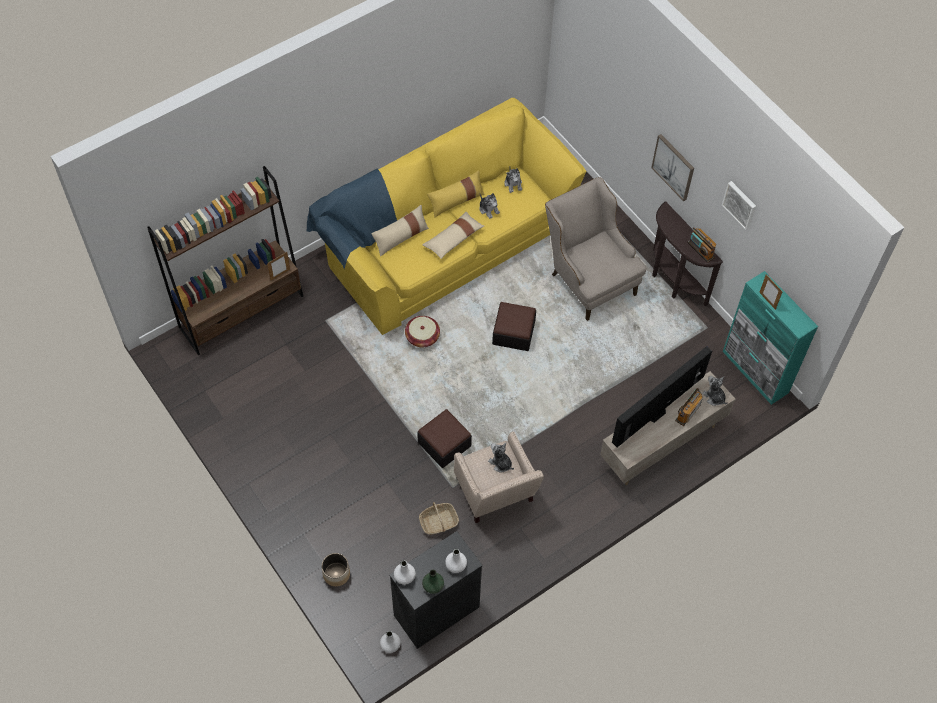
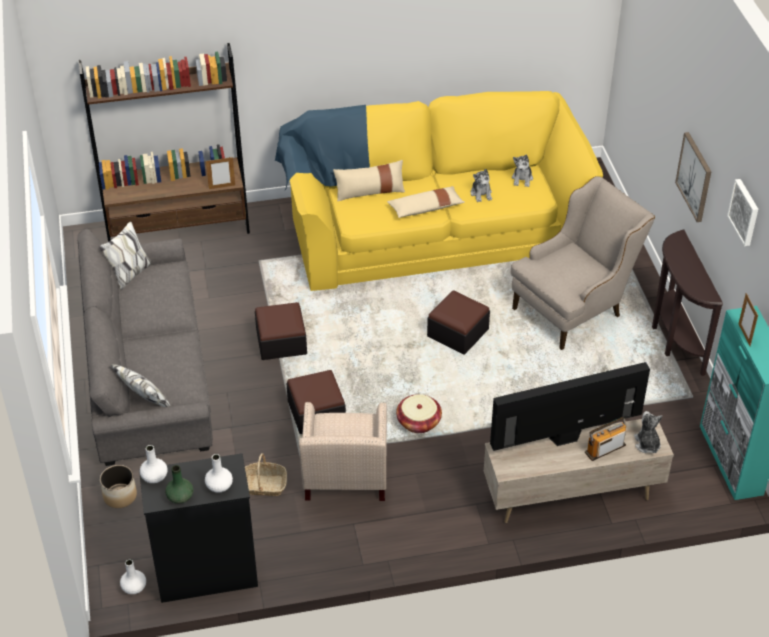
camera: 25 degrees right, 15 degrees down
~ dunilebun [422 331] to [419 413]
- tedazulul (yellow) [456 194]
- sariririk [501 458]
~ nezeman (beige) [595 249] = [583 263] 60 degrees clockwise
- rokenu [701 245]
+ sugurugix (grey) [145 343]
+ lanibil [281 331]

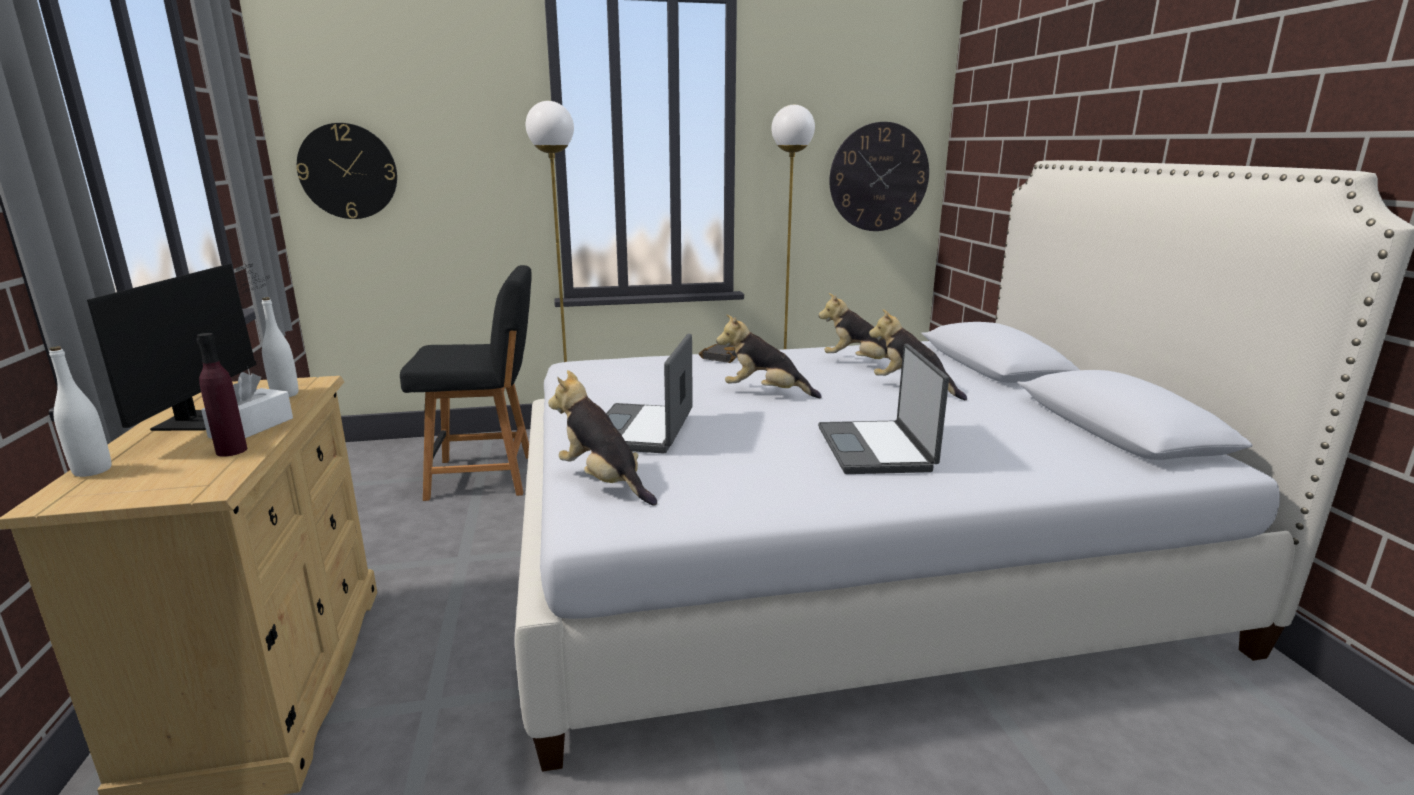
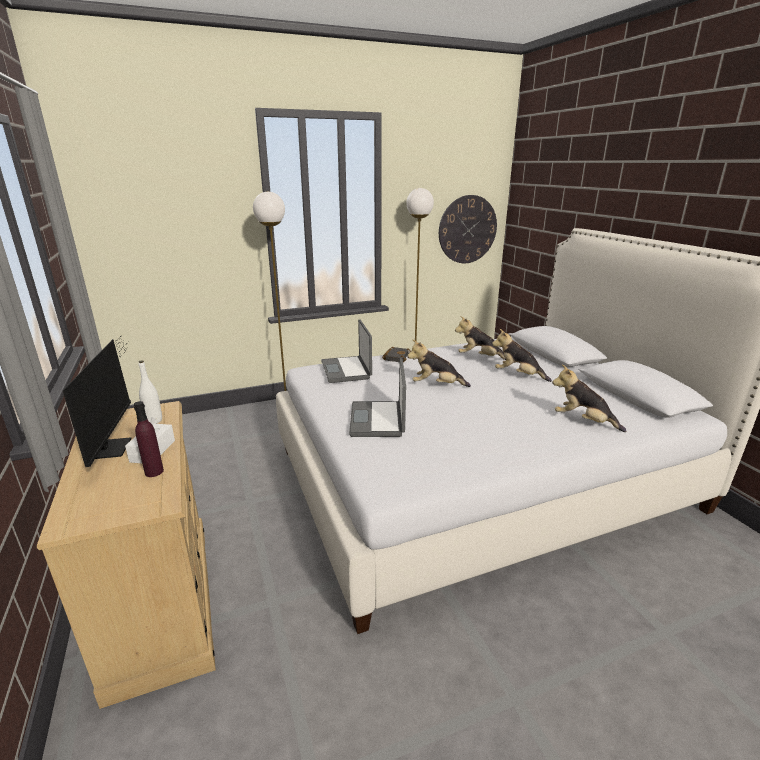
camera: 10 degrees left, 5 degrees up
- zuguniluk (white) [80 411]
- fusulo [346 171]
- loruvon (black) [466 383]
~ sariririk [602 438] to [589 398]
~ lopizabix [883 409] to [346 351]

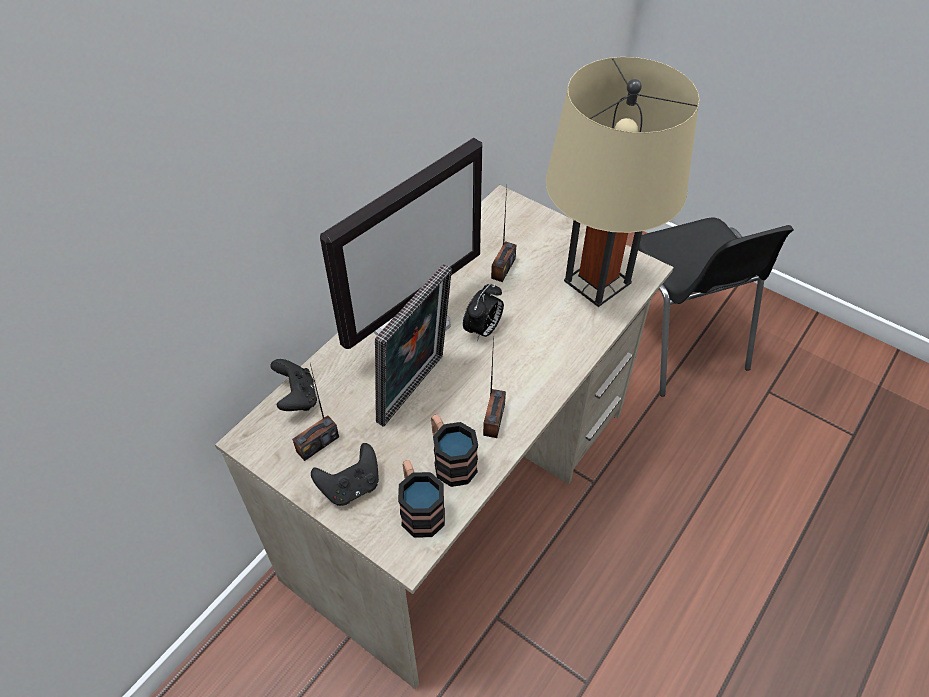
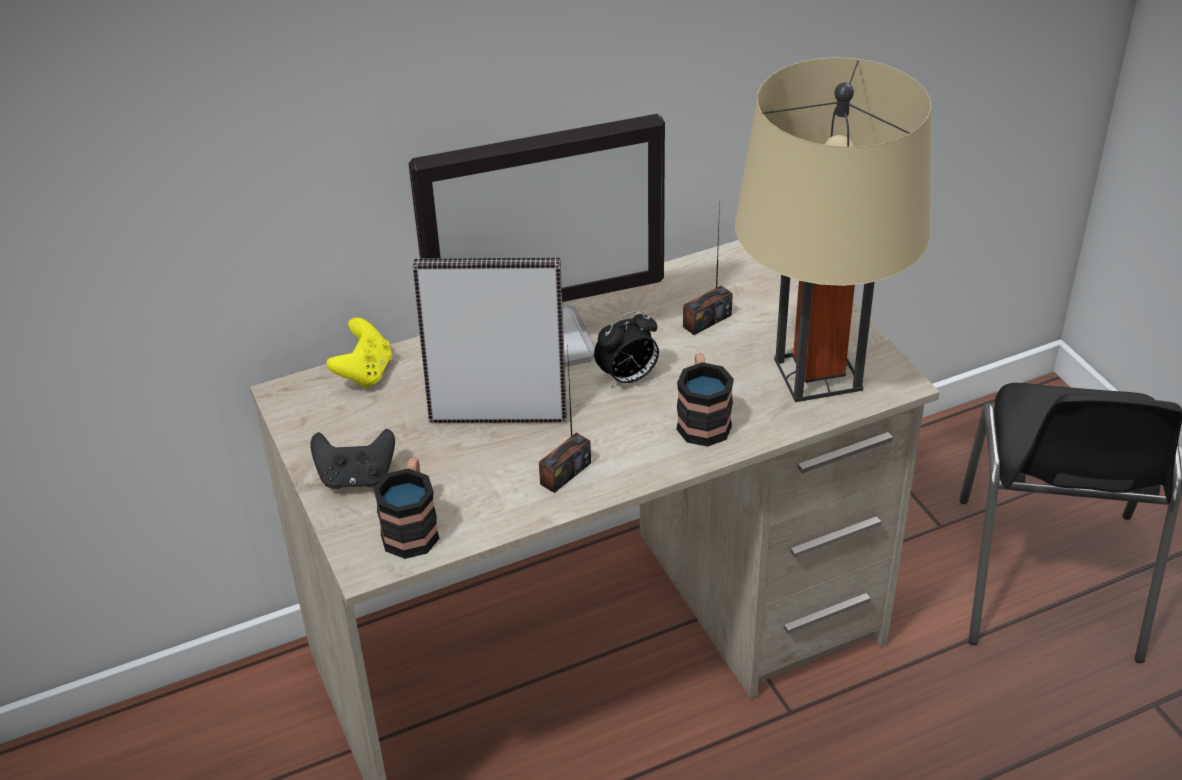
camera: 30 degrees right, 10 degrees down
~ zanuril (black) [293 385] to zanuril (yellow) [359 353]
- rokenu [315 412]
~ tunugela [413 345] = [490 340] 150 degrees counterclockwise
~ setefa [454 450] to [705 400]

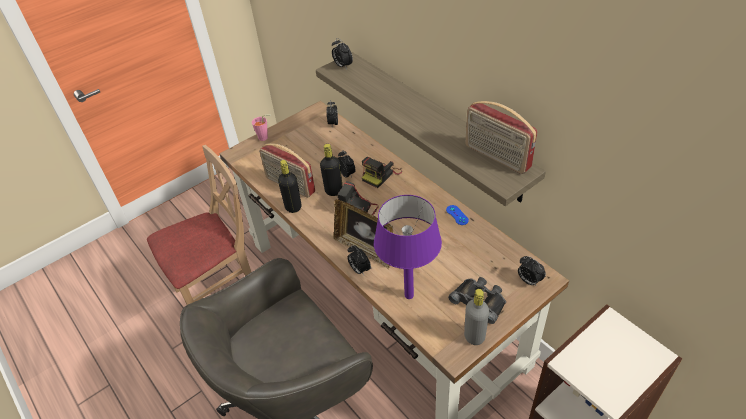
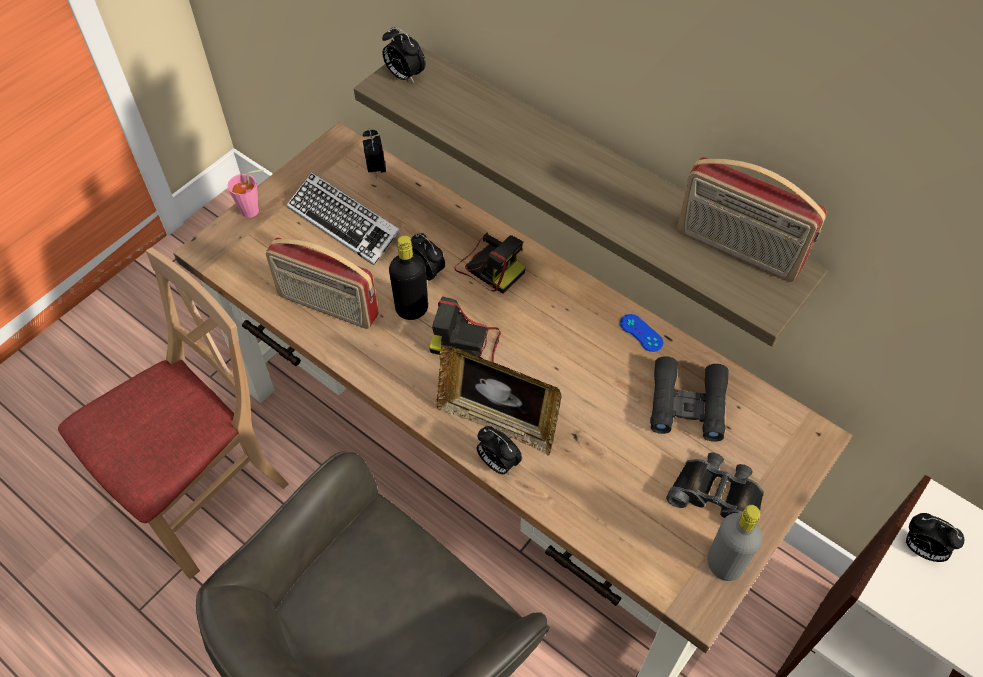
camera: 15 degrees left, 10 degrees up
- zuguniluk (black) [289 186]
~ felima [382 172] = [490 263] 75 degrees counterclockwise
- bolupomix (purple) [408 247]
~ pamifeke [532 271] to [934 537]
+ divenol [343 218]
+ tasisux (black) [689 399]

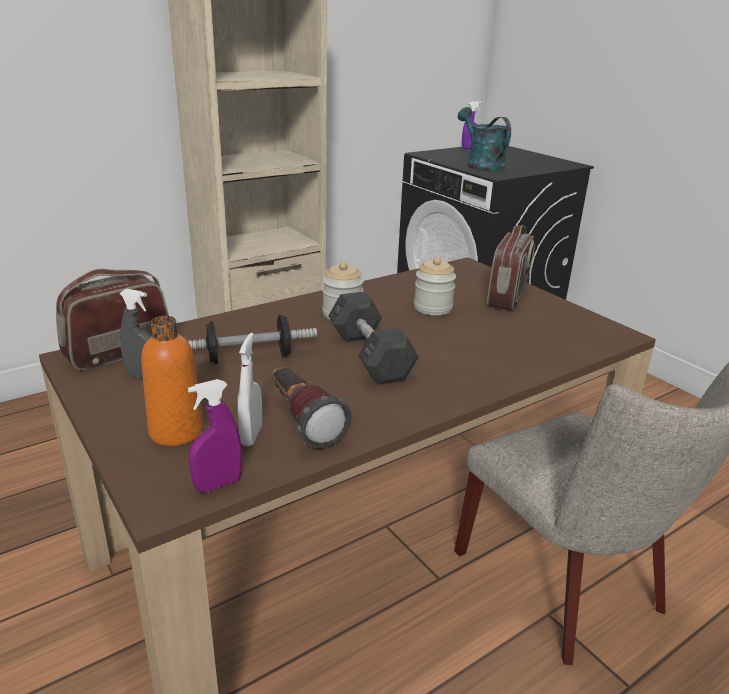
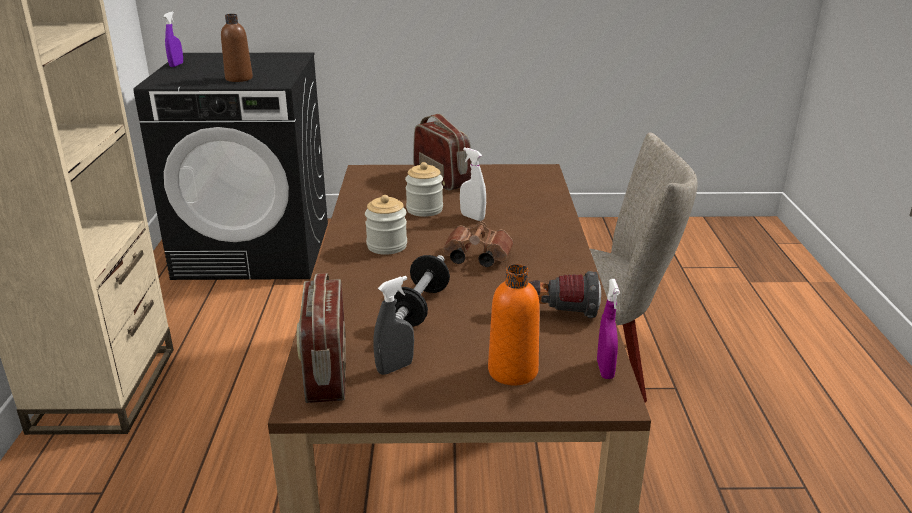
camera: 55 degrees left, 0 degrees up
~ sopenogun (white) [250 389] to [473 184]
~ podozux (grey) [373 338] to tasisux (brown) [478 244]
~ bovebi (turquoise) [484 139] to zuguniluk (brown) [237 48]

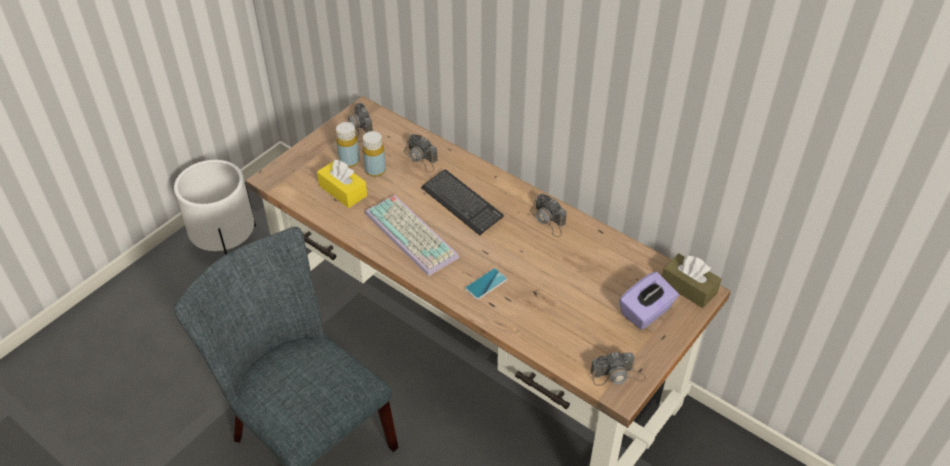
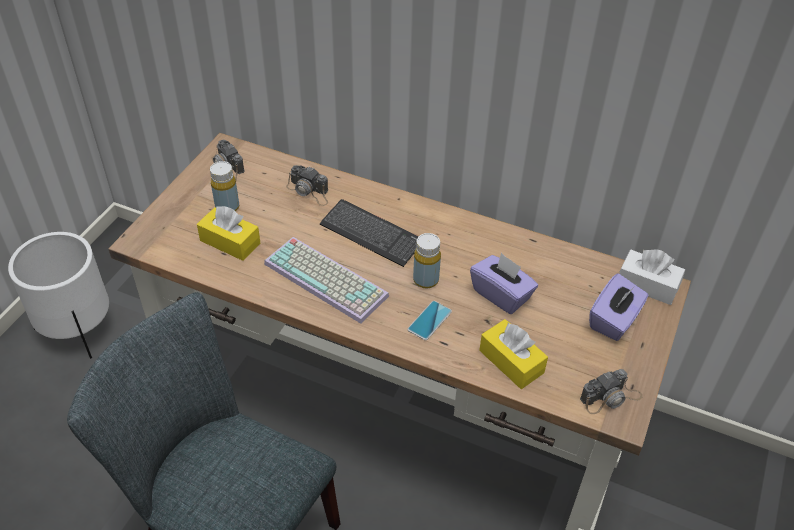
camera: 15 degrees left, 0 degrees up
~ zuguniluk (yellow) [374 154] to [427 261]
- felima [548 215]
~ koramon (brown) [692 280] to koramon (white) [652 277]
+ koramon (purple) [504 283]
+ koramon (yellow) [513 354]

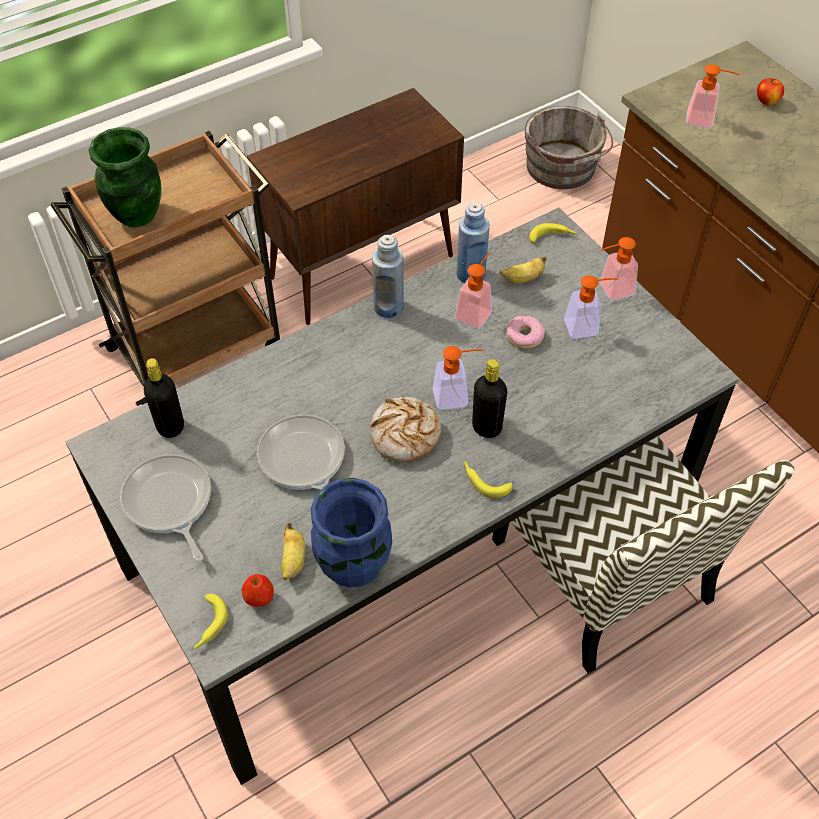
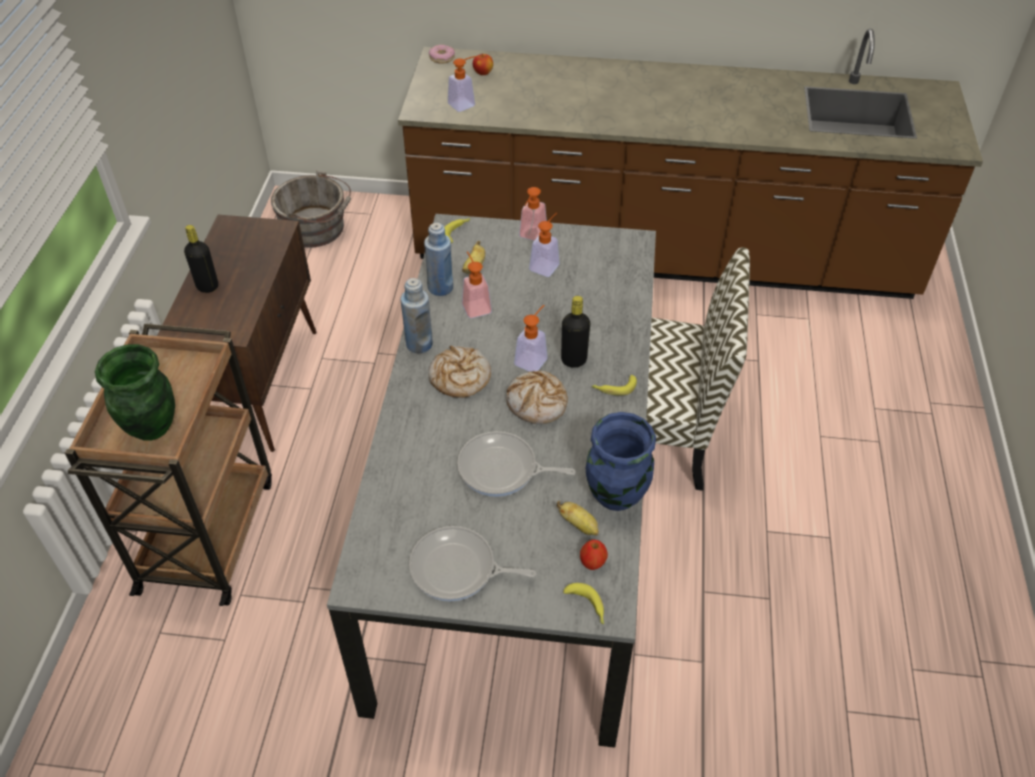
camera: 50 degrees left, 5 degrees down
~ zuguniluk (black) [164 398] to [201 259]
~ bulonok [525 332] to [442 54]
+ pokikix [459 372]

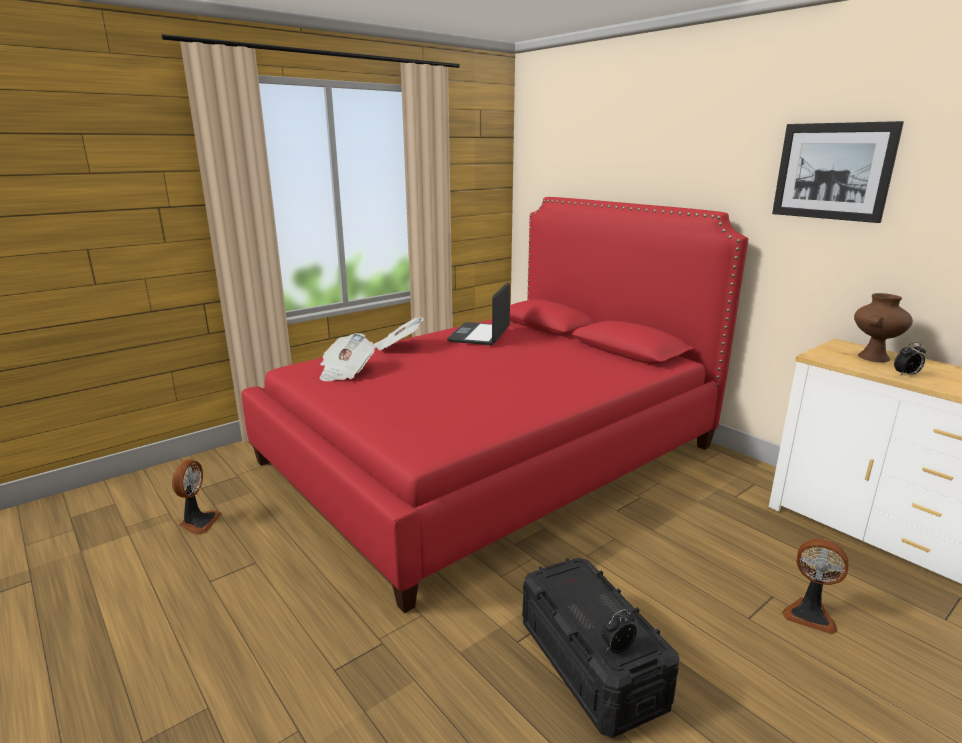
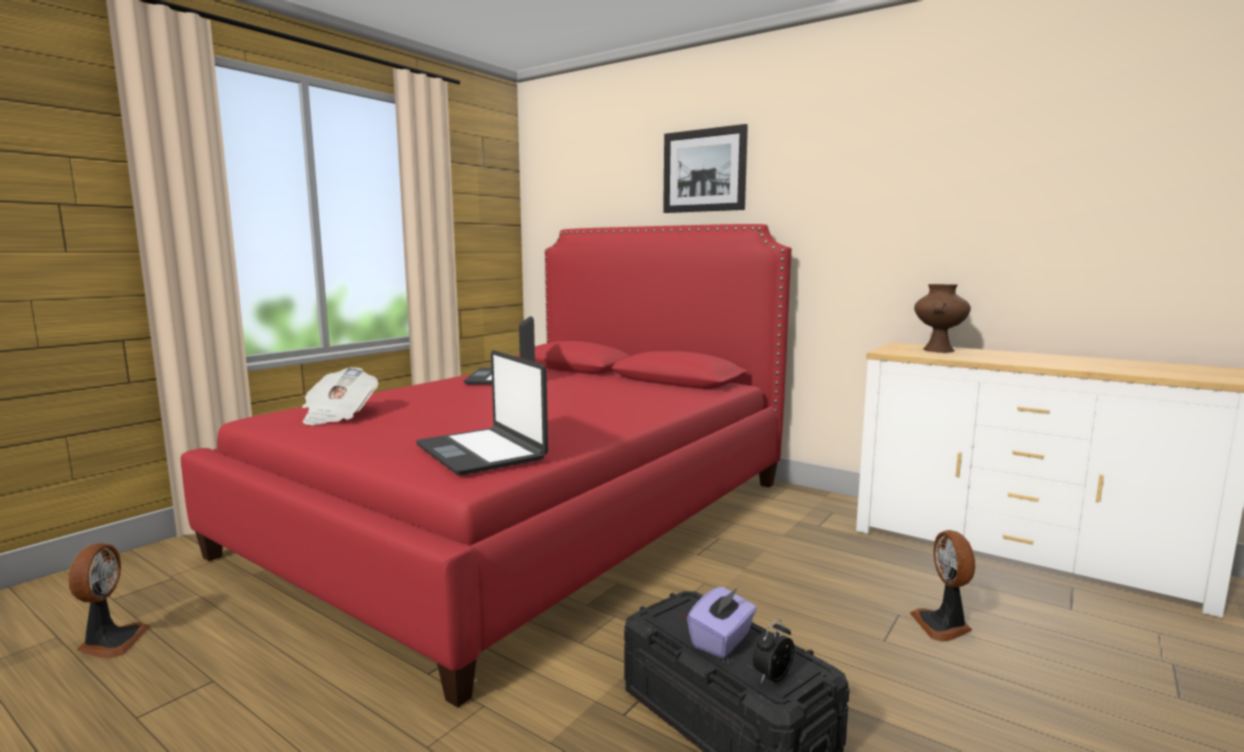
camera: 15 degrees left, 10 degrees down
- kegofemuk [399 334]
~ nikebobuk [838 172] to [705 168]
~ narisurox [815 586] = [942 586] 75 degrees clockwise
- pamifeke [910 359]
+ lopizabix [482 412]
+ koramon (purple) [722 622]

